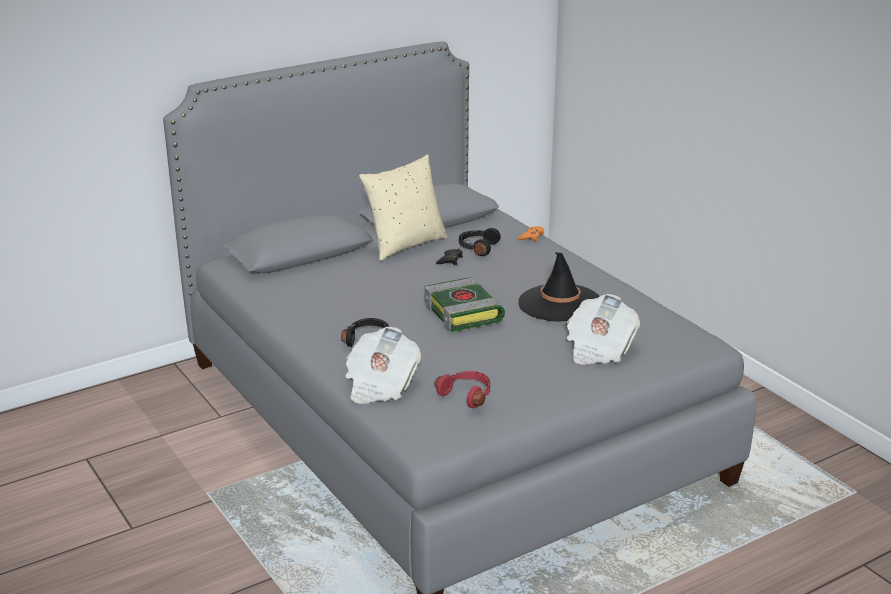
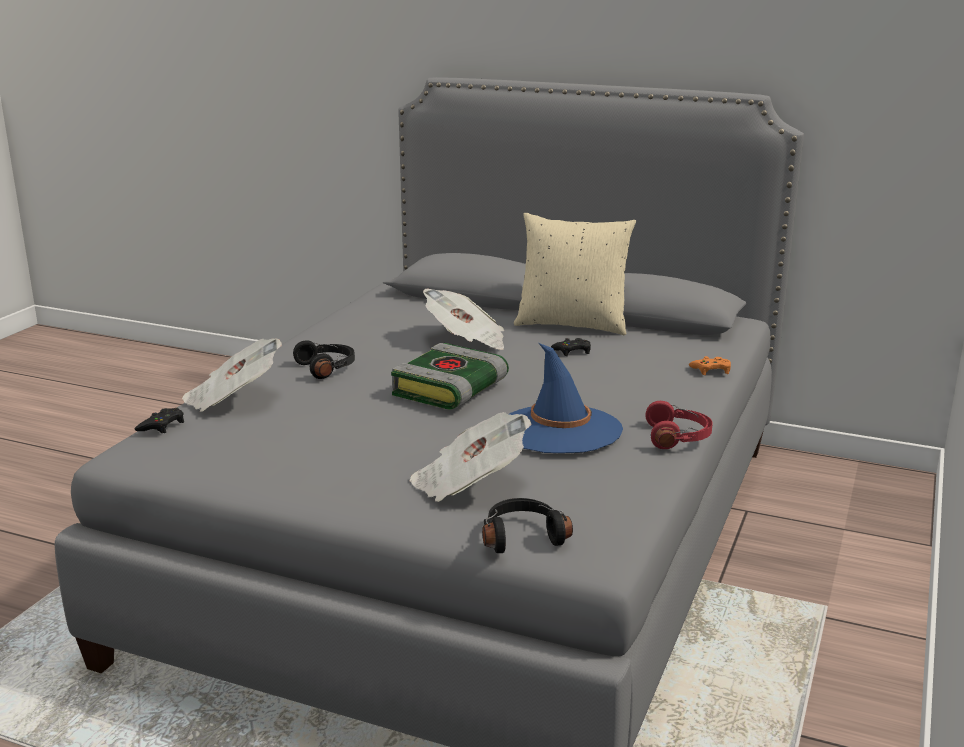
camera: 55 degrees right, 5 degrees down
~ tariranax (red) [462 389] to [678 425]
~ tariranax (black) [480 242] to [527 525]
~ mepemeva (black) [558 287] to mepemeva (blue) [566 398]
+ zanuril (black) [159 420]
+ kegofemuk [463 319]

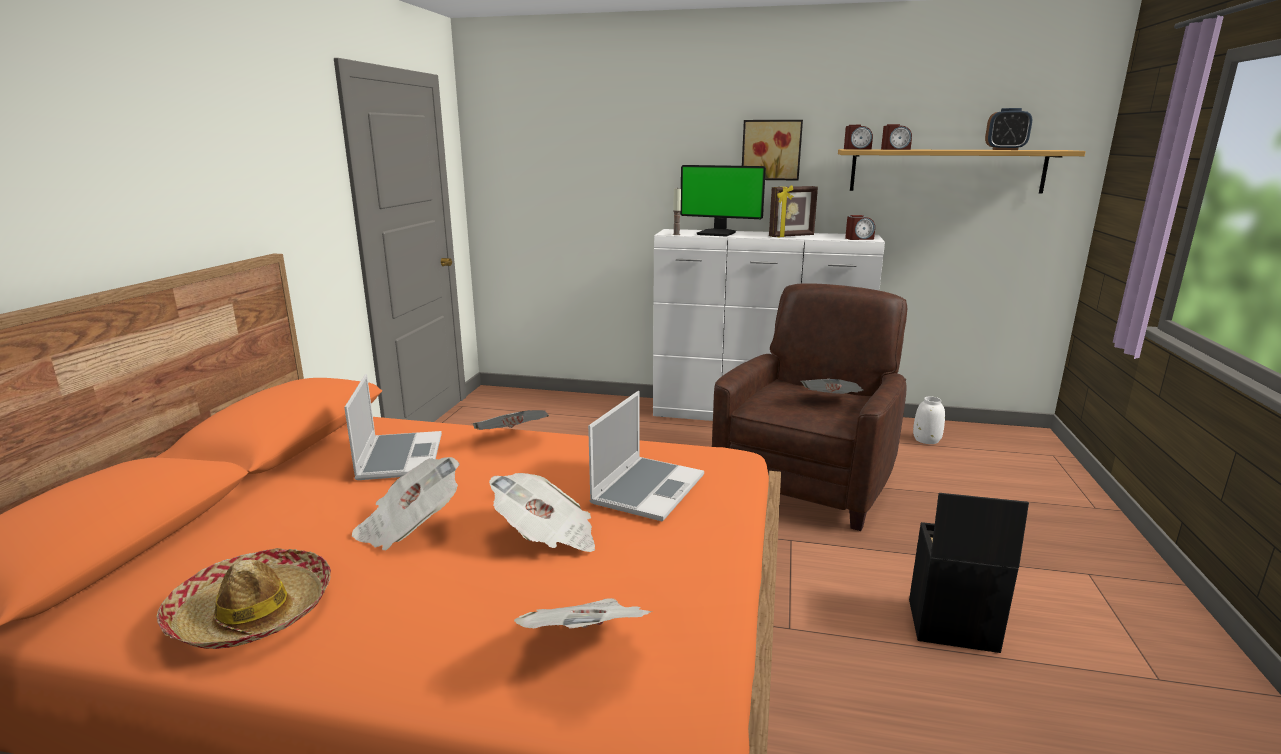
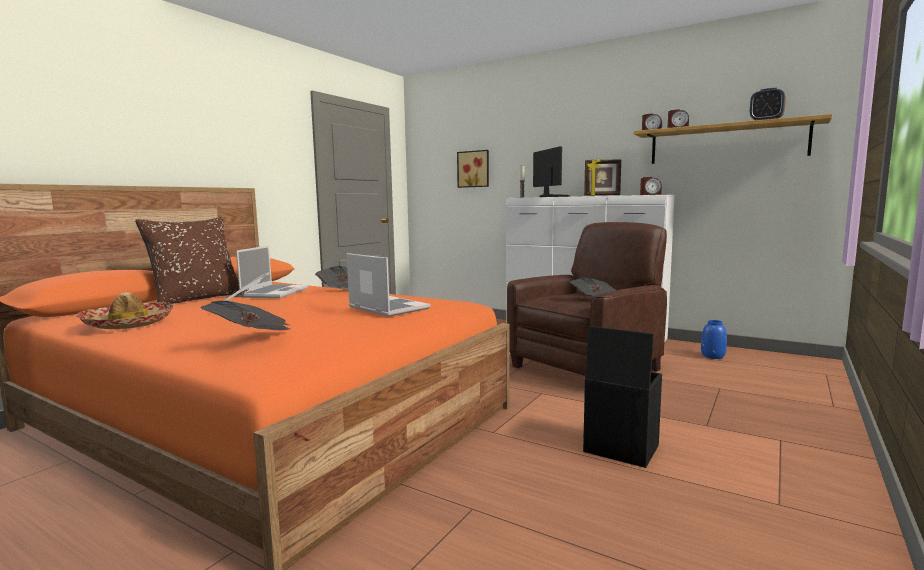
camera: 20 degrees right, 10 degrees down
- kegofemuk [542 512]
~ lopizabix [646 456] = [389 285] 90 degrees counterclockwise
~ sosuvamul [723 201] = [551 171] 150 degrees counterclockwise
~ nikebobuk [772 150] to [473 169]
~ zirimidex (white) [929 420] to zirimidex (blue) [714 339]
+ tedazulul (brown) [187 260]

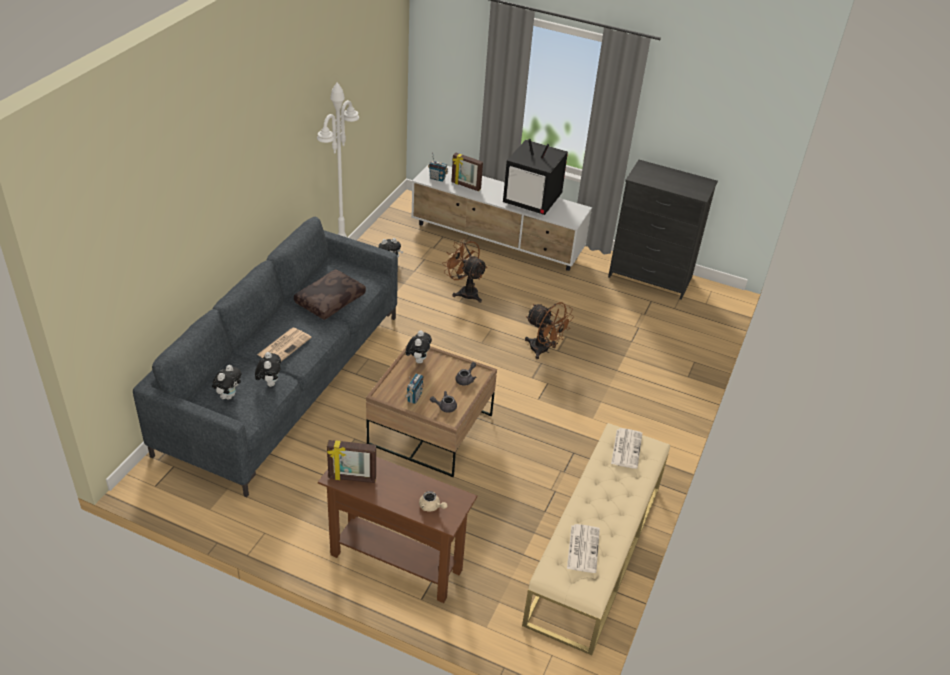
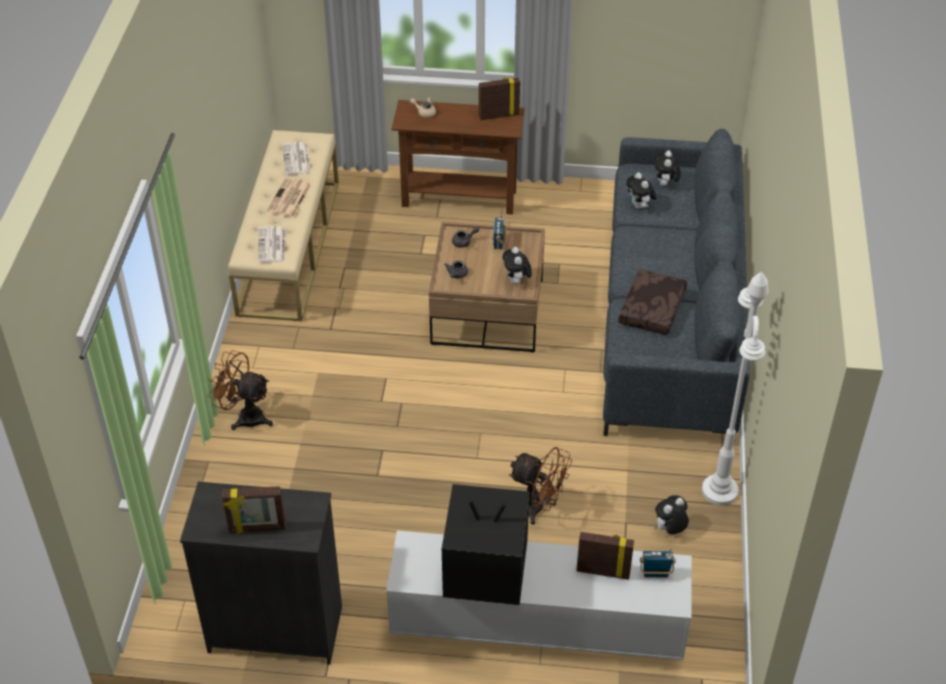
camera: 165 degrees right, 5 degrees up
~ kegofemuk [284 344] to [289 197]
~ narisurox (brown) [549 330] to [240 390]
+ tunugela [253 509]

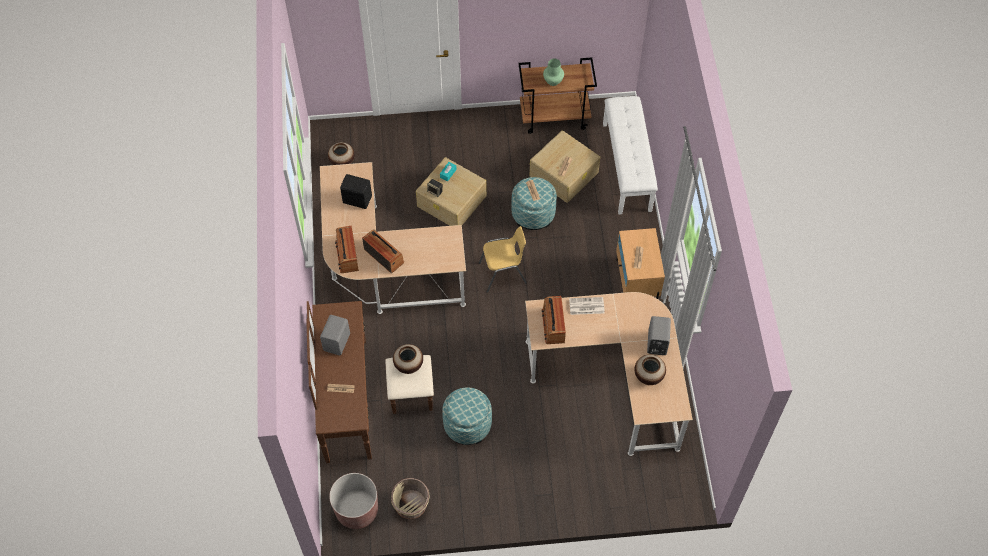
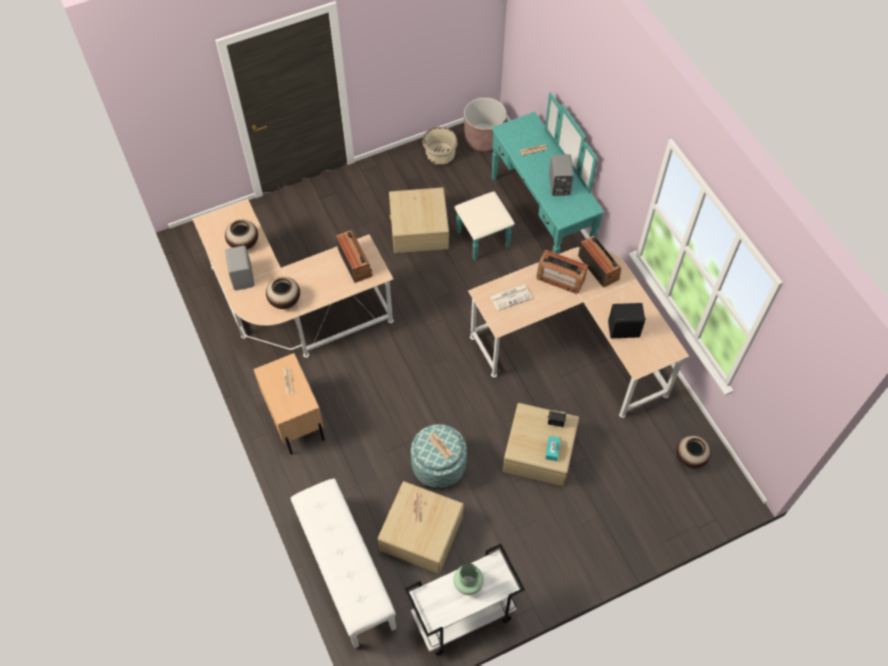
camera: 160 degrees right, 0 degrees up
~ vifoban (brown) [370 382] to vifoban (turquoise) [529 176]
~ zirimidex [408 359] to [283 293]
~ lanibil [467 416] to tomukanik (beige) [419 220]
- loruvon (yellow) [503 259]
~ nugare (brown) [558 95] to nugare (white) [465 600]
~ kegofemuk [586 306] to [511 297]

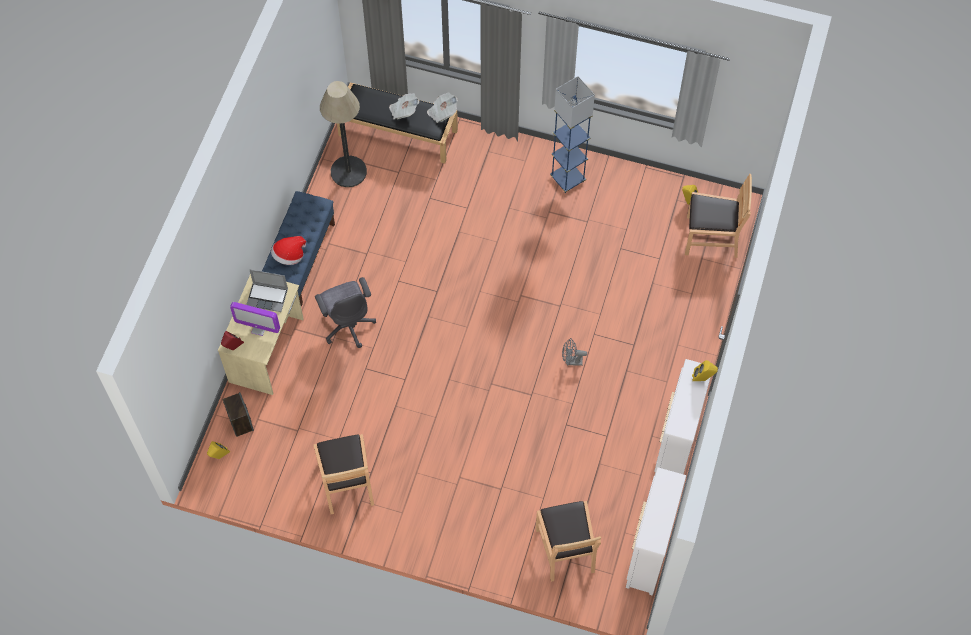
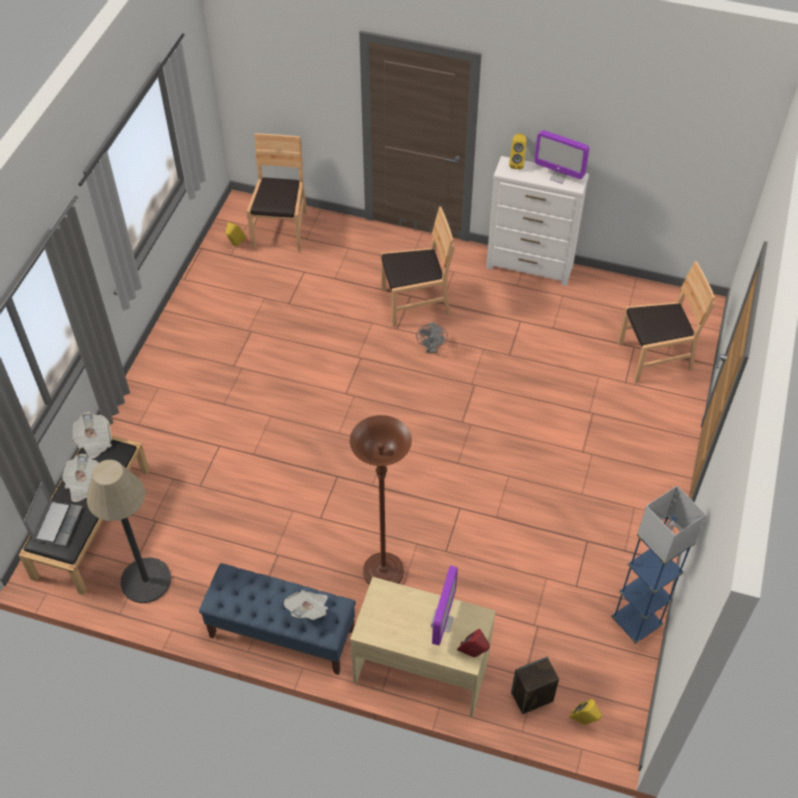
camera: 90 degrees left, 10 degrees down
~ lopizabix [267 291] to [53 514]
~ mepemeva [288 250] to kegofemuk [306 605]
~ loruvon (brown) [343 474] to [418 267]
~ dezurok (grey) [345 312] to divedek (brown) [381 500]
~ divedek (blue) [572 134] to [658 565]
- vifoban (white) [656 531]
+ sosuvamul [561 157]

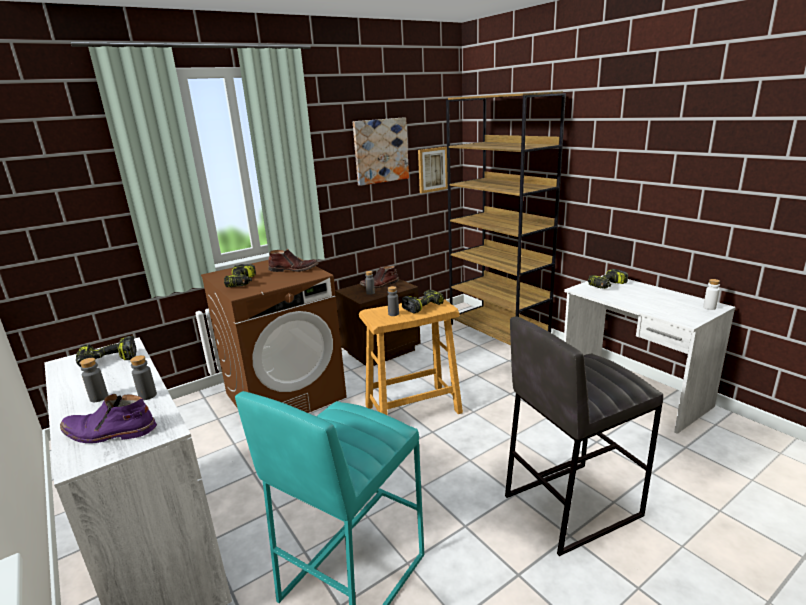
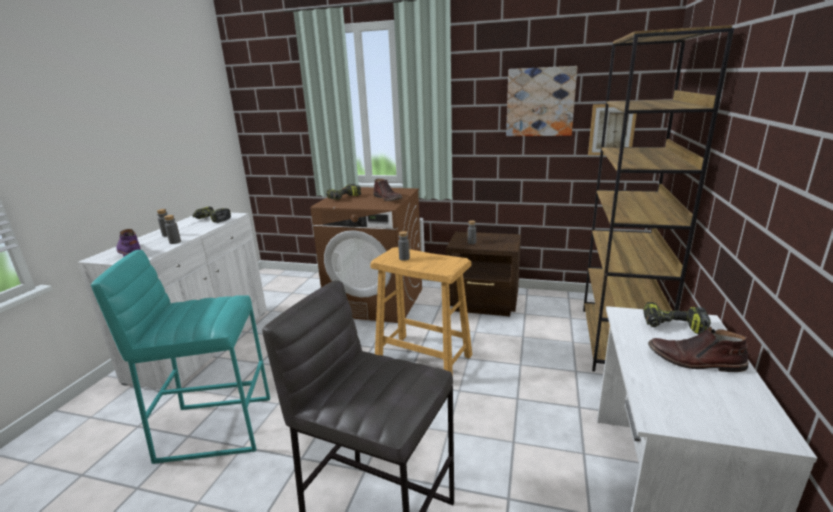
camera: 50 degrees right, 0 degrees up
~ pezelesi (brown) [379 277] to [698 349]
- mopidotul [422 301]
- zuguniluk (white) [711 294]

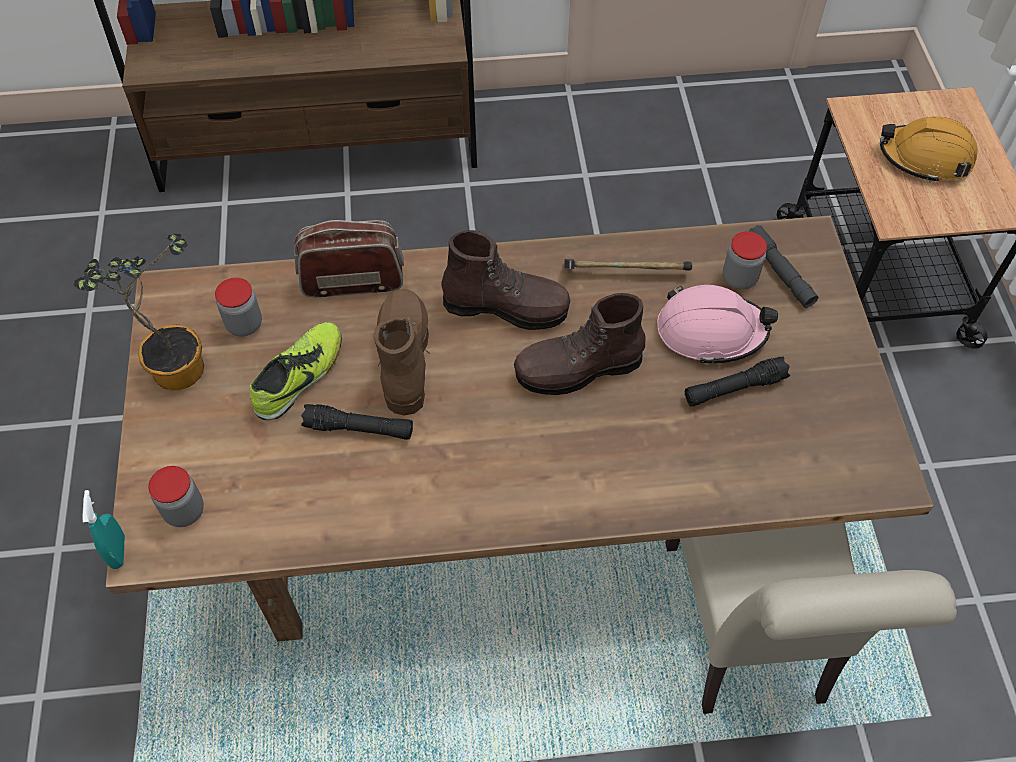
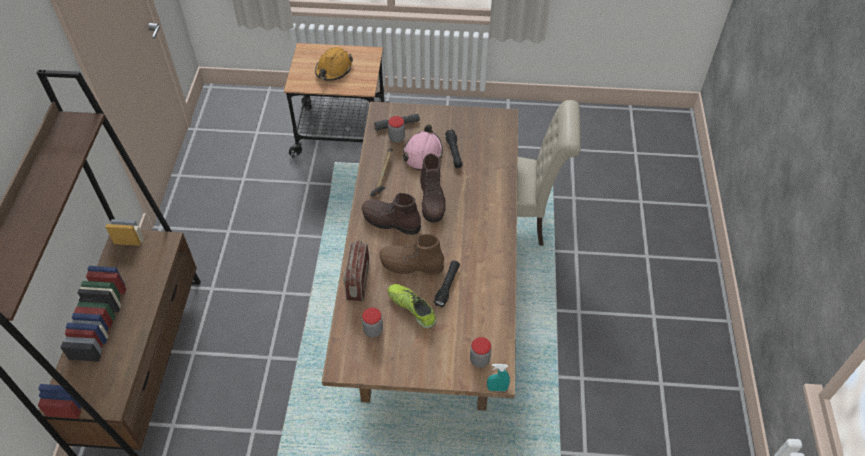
camera: 80 degrees left, 5 degrees down
- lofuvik [138 312]
~ pezelesi (brown) [505 280] = [391 214] 90 degrees counterclockwise

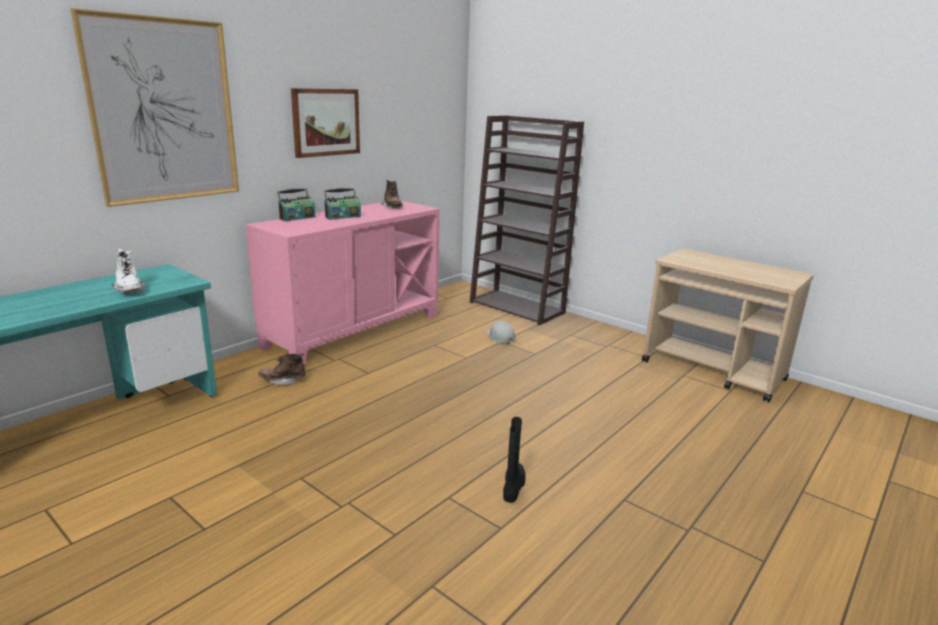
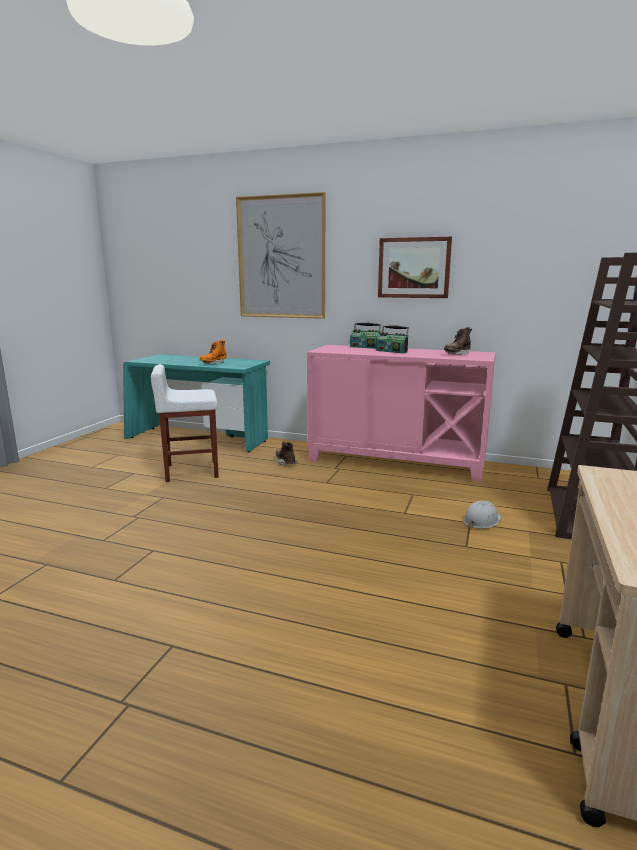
camera: 70 degrees right, 5 degrees down
~ pezelesi (white) [128 271] to pezelesi (orange) [213 352]
- pezelesi (black) [514 460]
+ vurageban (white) [185 423]

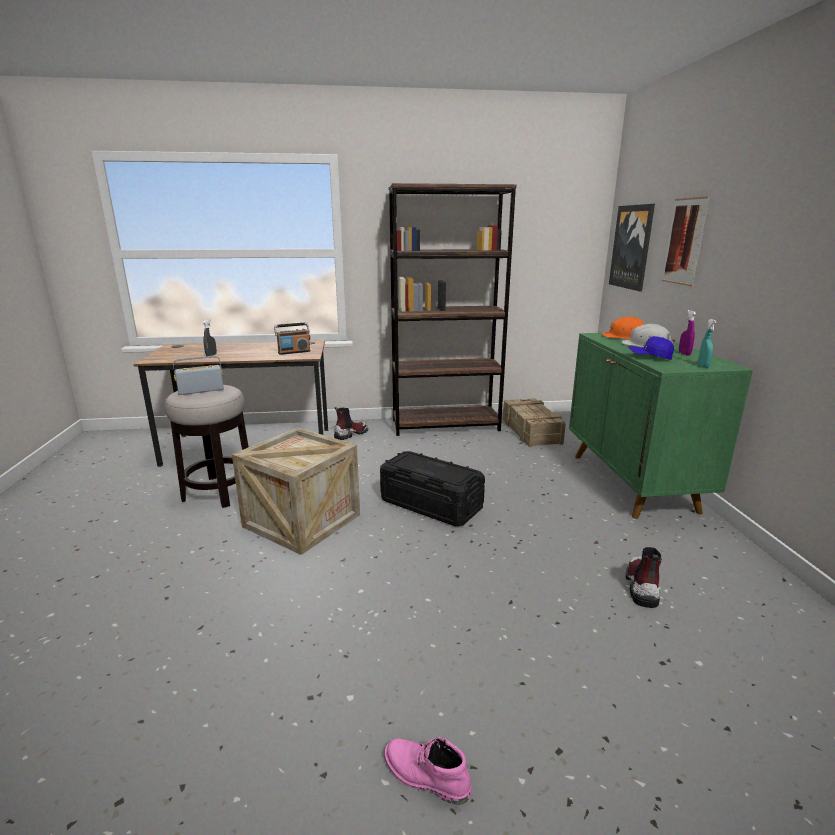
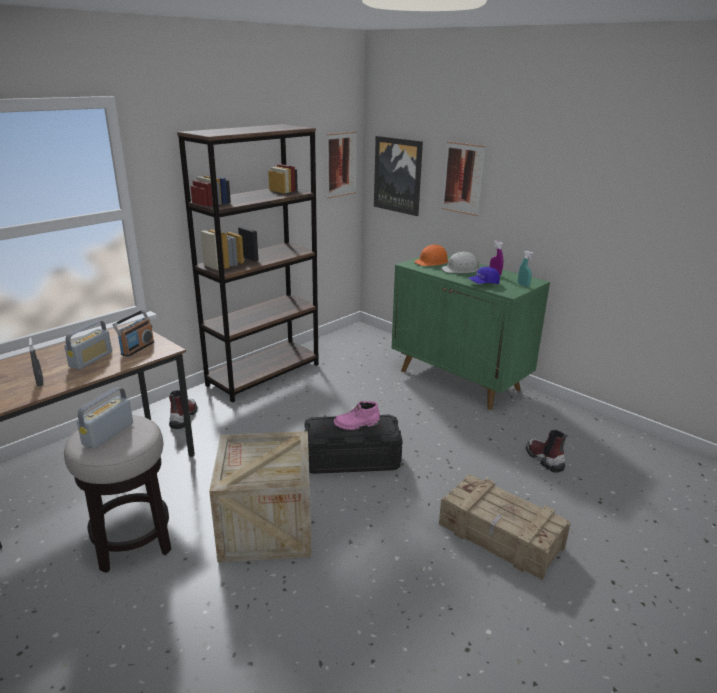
camera: 40 degrees left, 5 degrees up
~ pezelesi (pink) [427 771] to [357 415]
~ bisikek [534 422] to [505 527]
+ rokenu [88 345]
+ nikebobuk [342 164]

